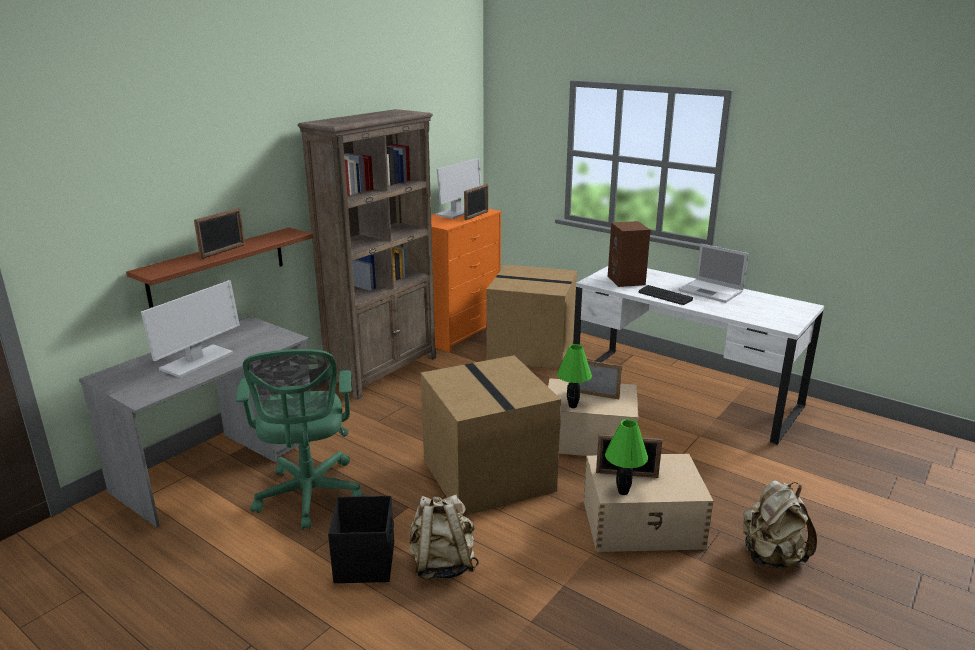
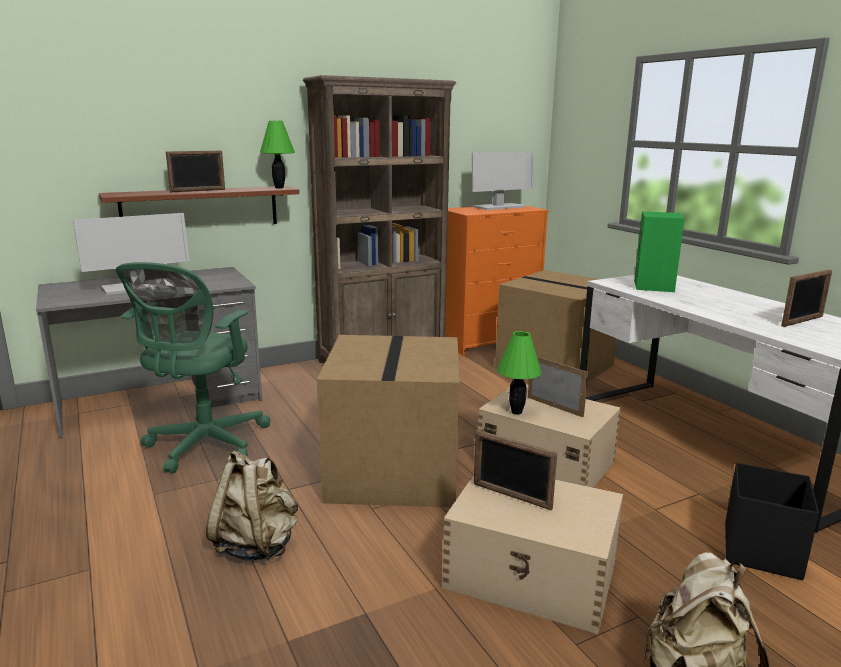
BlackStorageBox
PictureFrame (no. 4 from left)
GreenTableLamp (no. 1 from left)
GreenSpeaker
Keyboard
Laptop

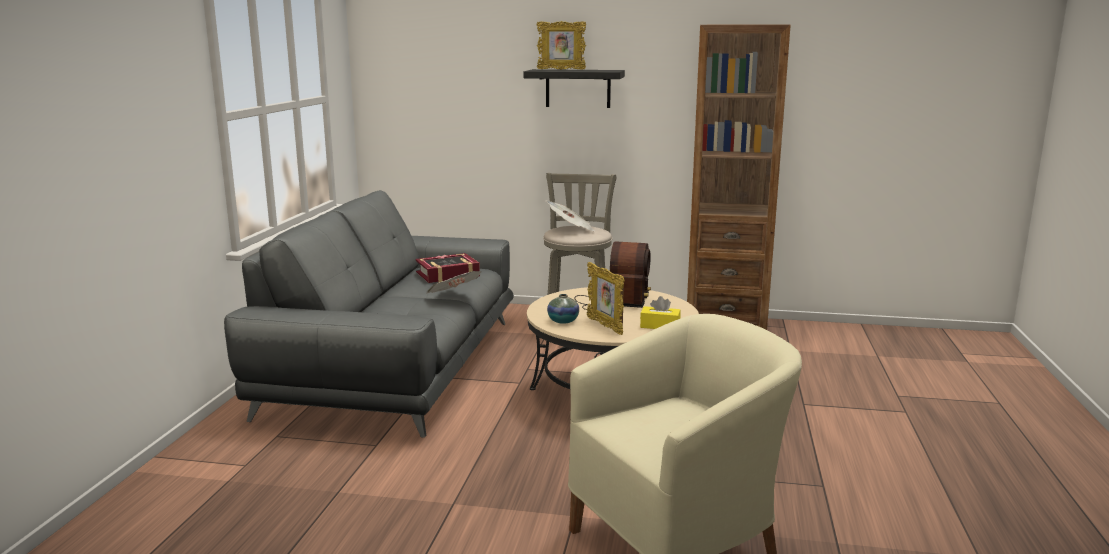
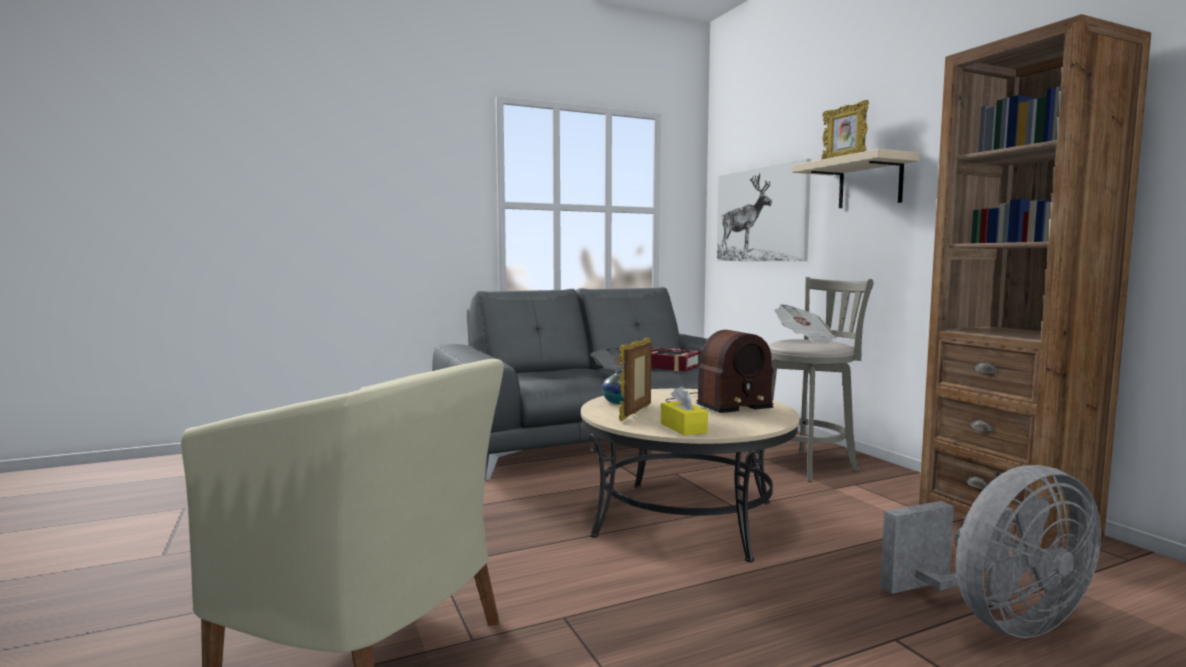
BeigeShelf
Picture
GreyFan

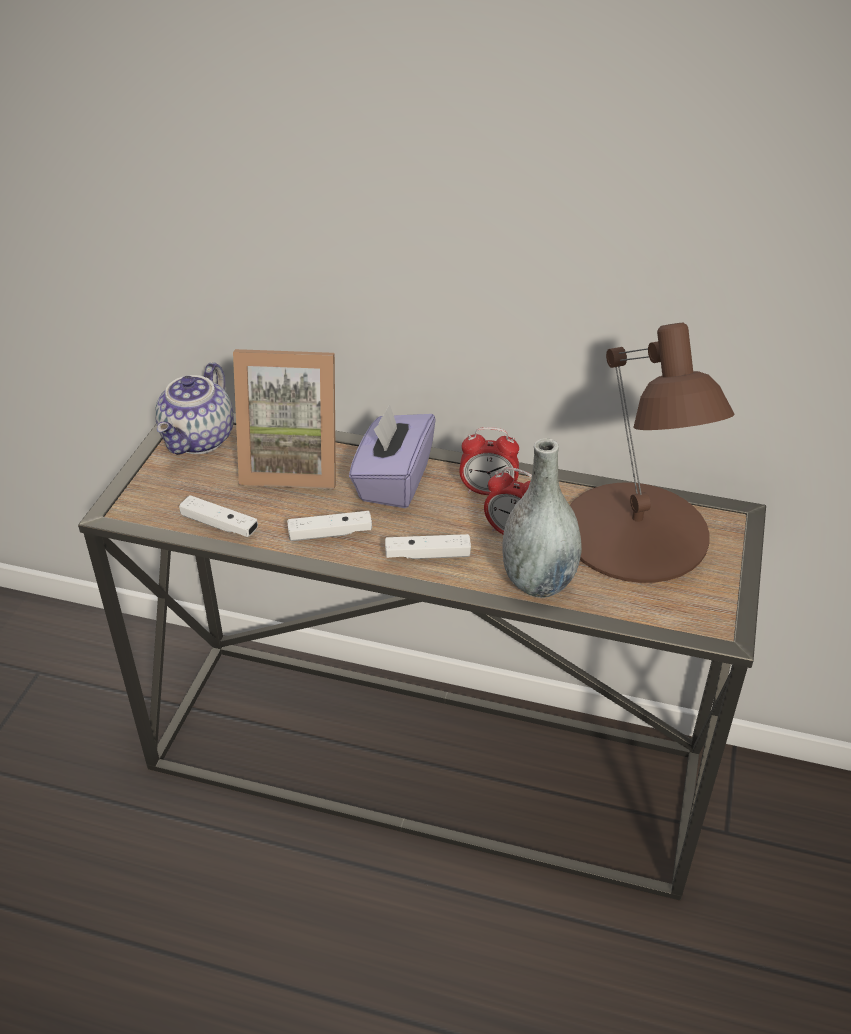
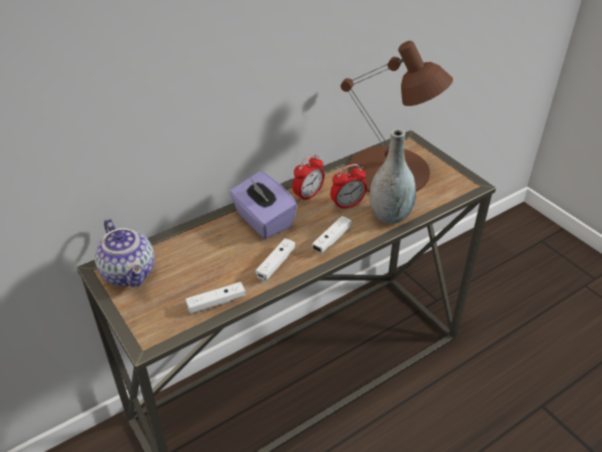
PictureFrame

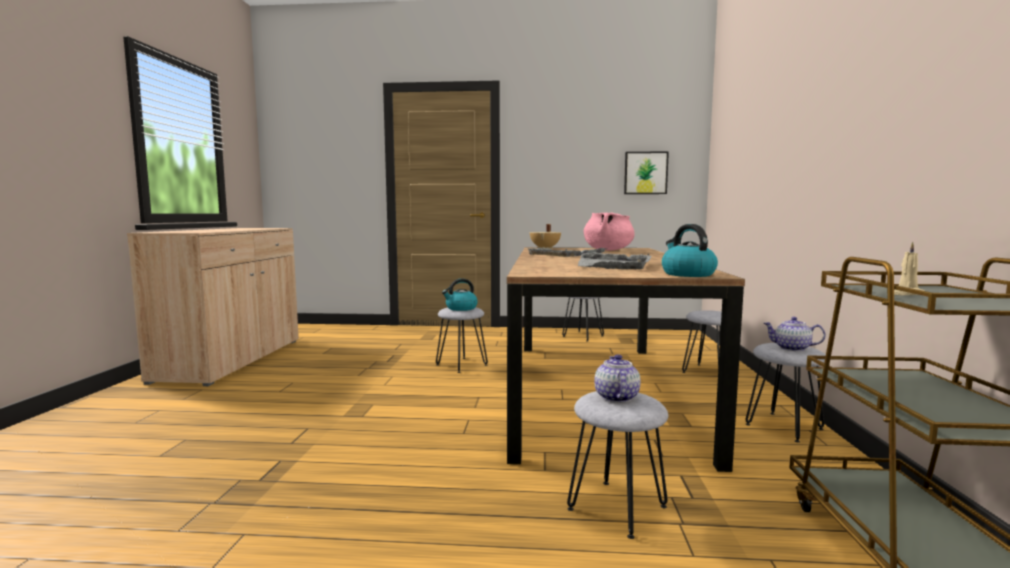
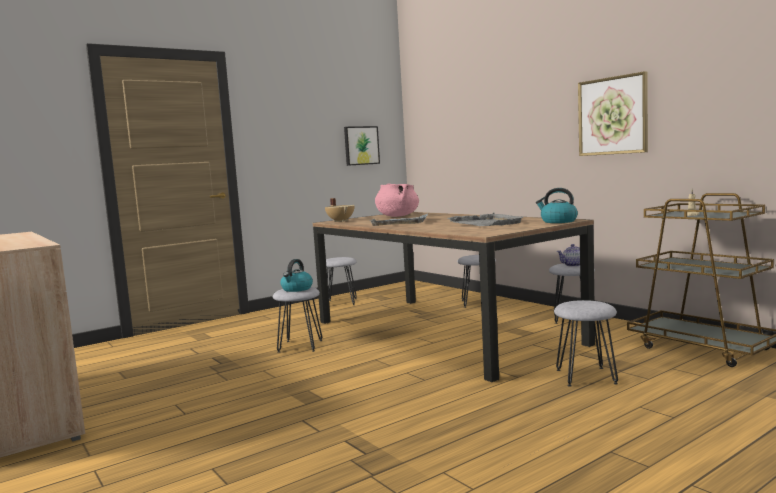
Teapot (no. 1 from left in the first image)
Picture (no. 2 from left)

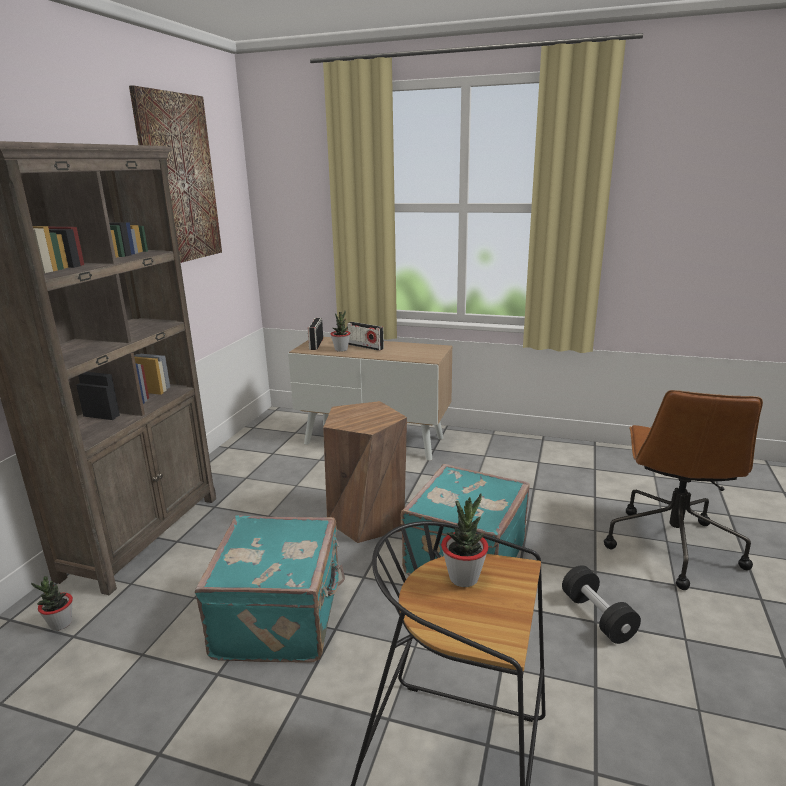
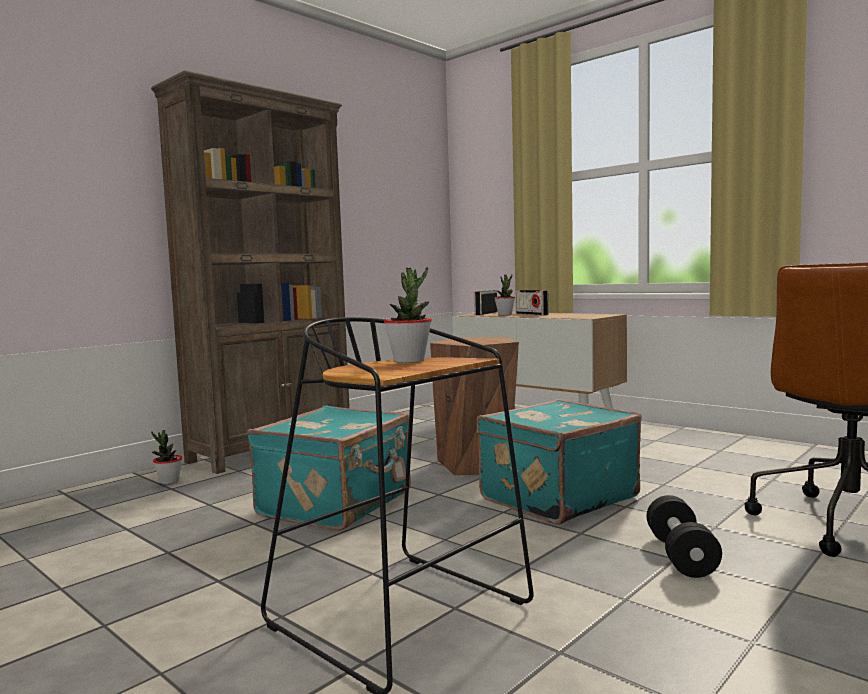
Picture

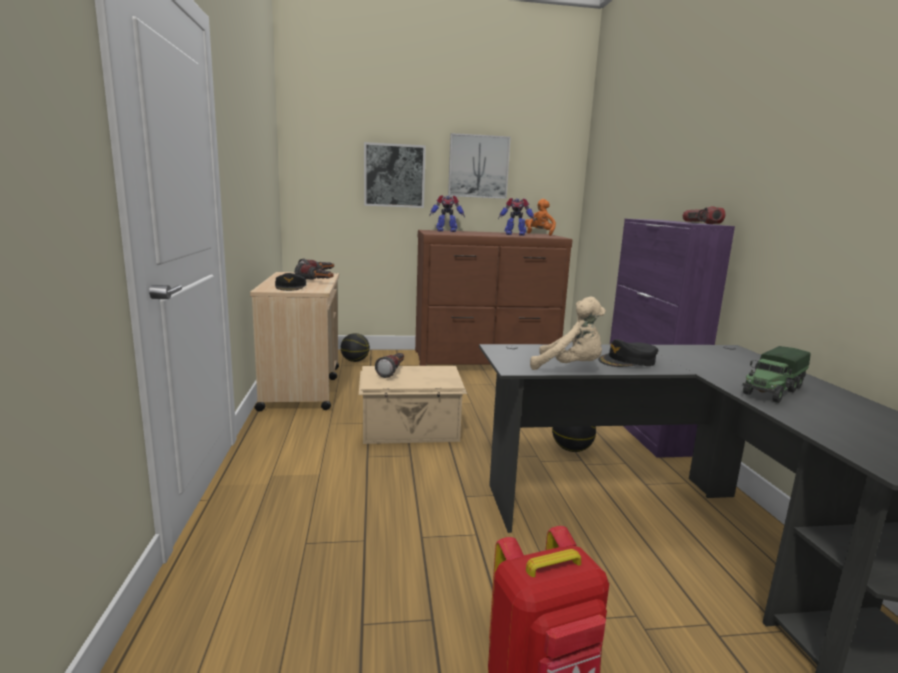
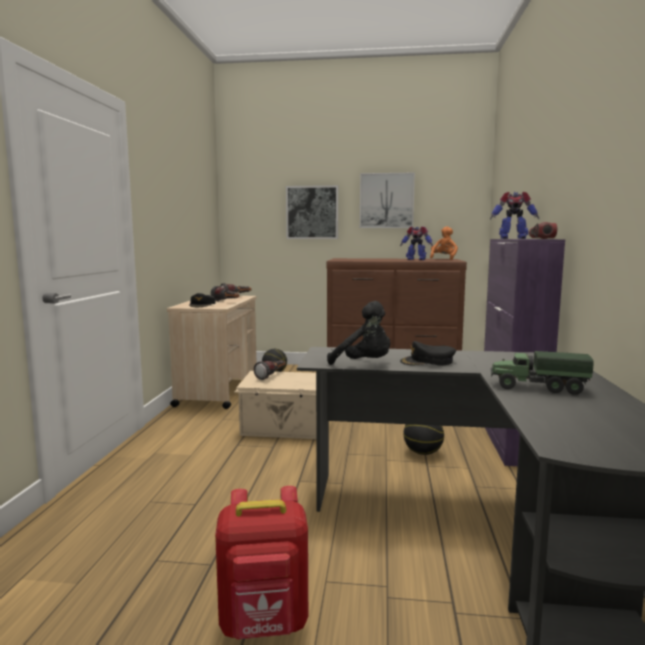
ToyRobot (no. 2 from left)
BlackPlushToy
ToyTruck

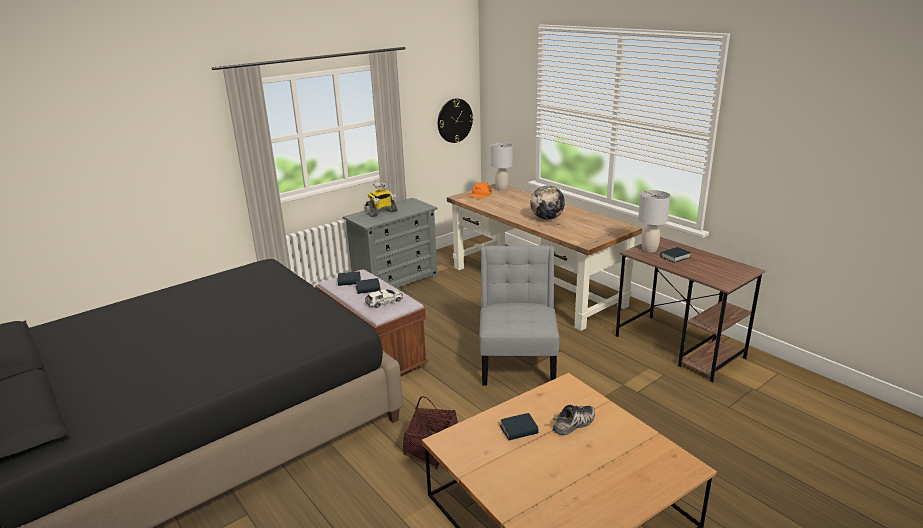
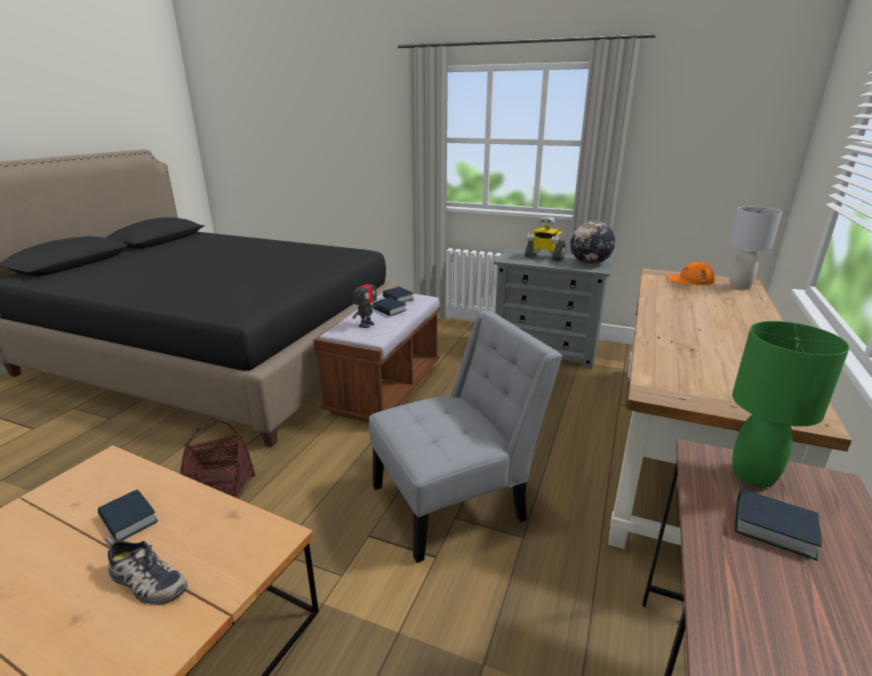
ToyRobot (no. 1 from left)
WallClock
Globe
GreenTableLamp

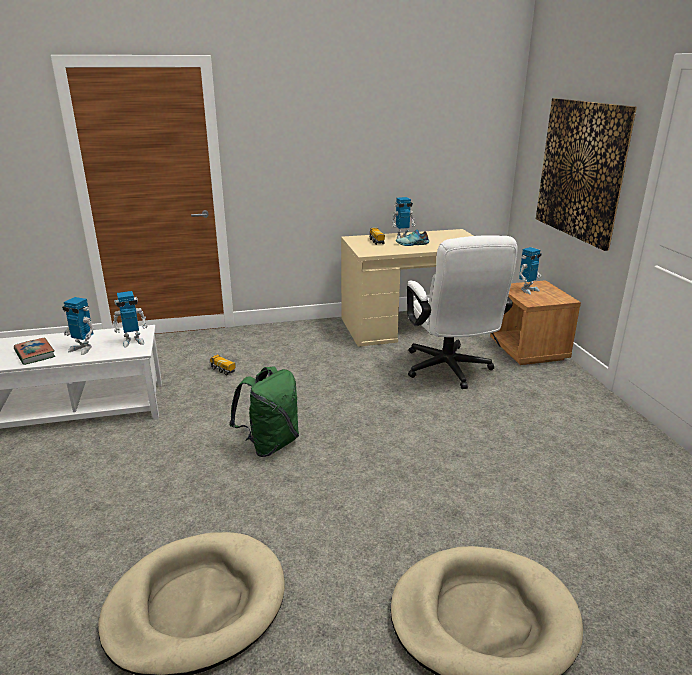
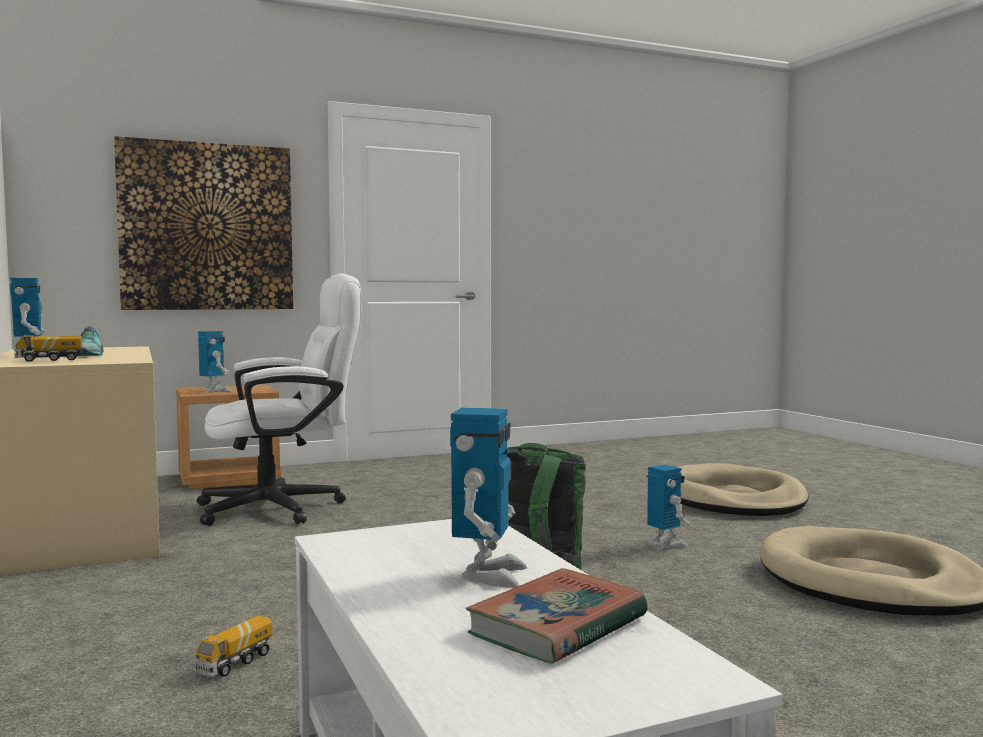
ToyRobot (no. 4 from left)

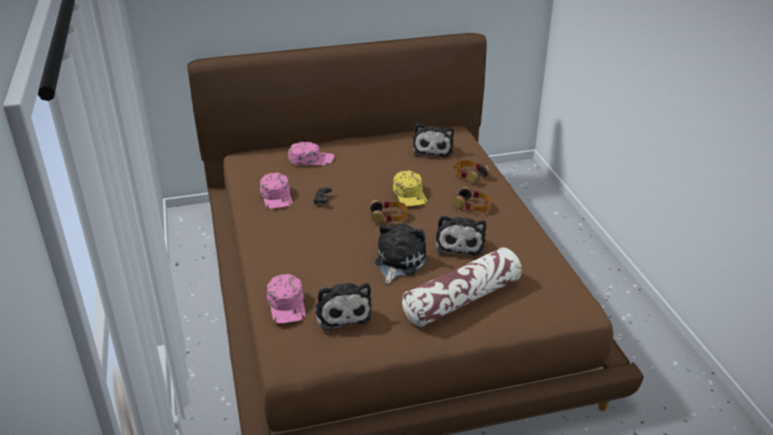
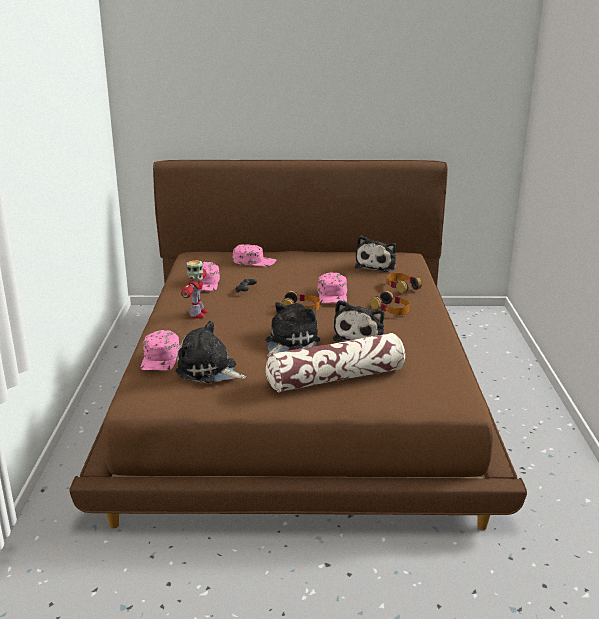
PlushToy (no. 1 from left)
PinkCap (no. 4 from left)
ToyRobot

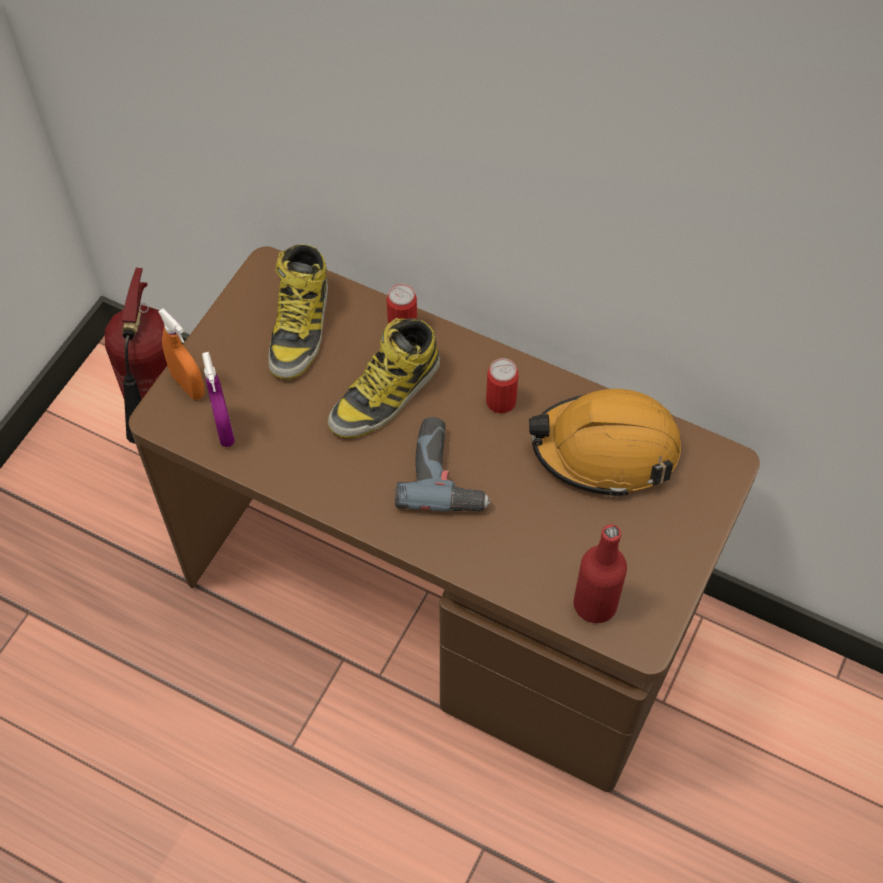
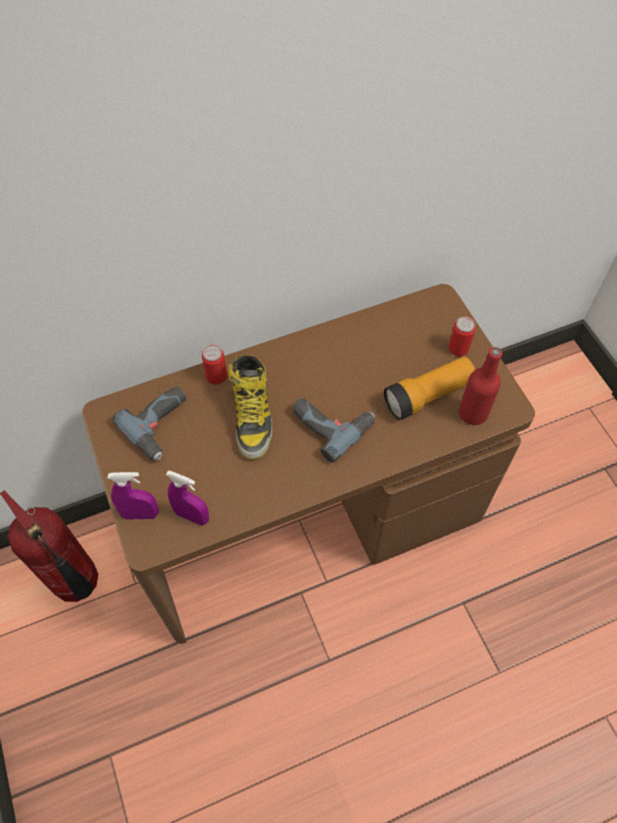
PurpleSprayBottle (no. 1 from left)
PowerDrill (no. 1 from left)
Can (no. 2 from left)
OrangeHardHat
Flashlight

